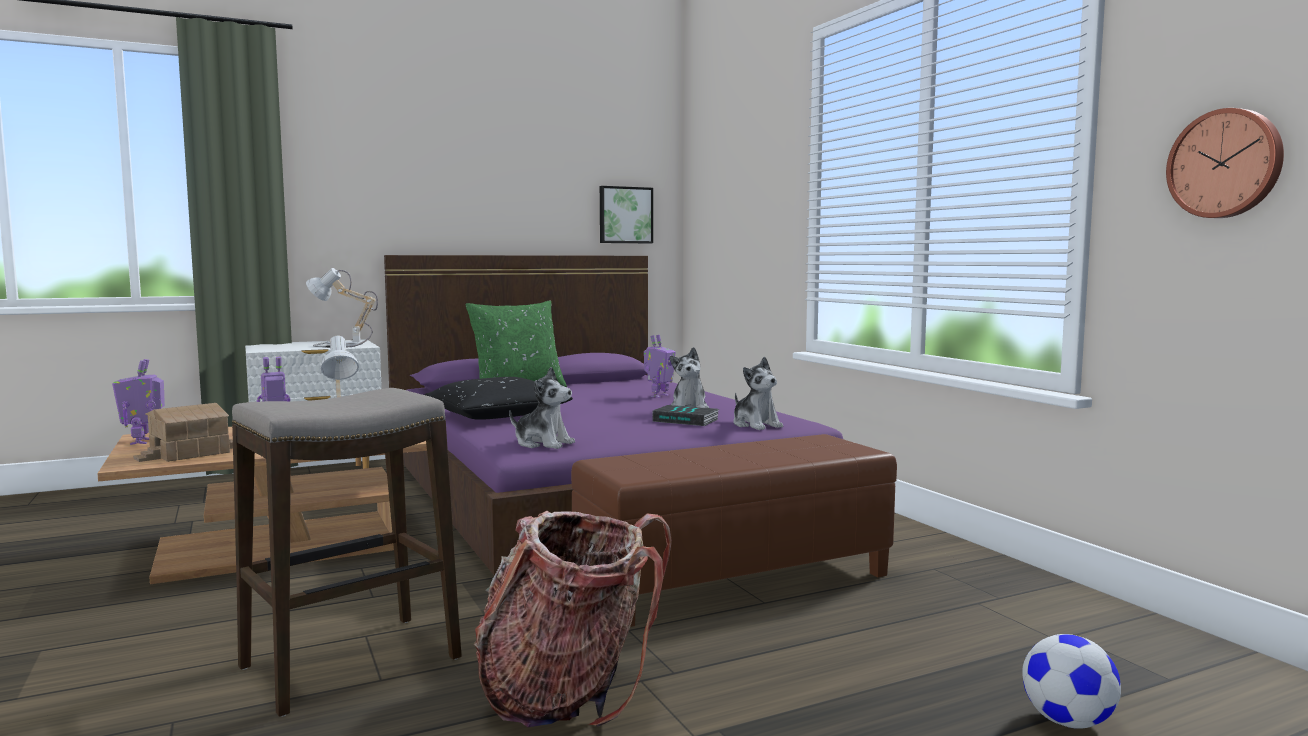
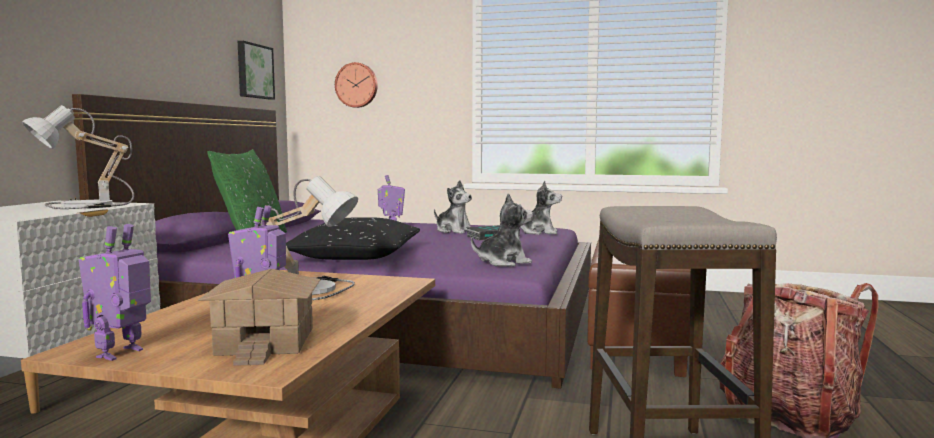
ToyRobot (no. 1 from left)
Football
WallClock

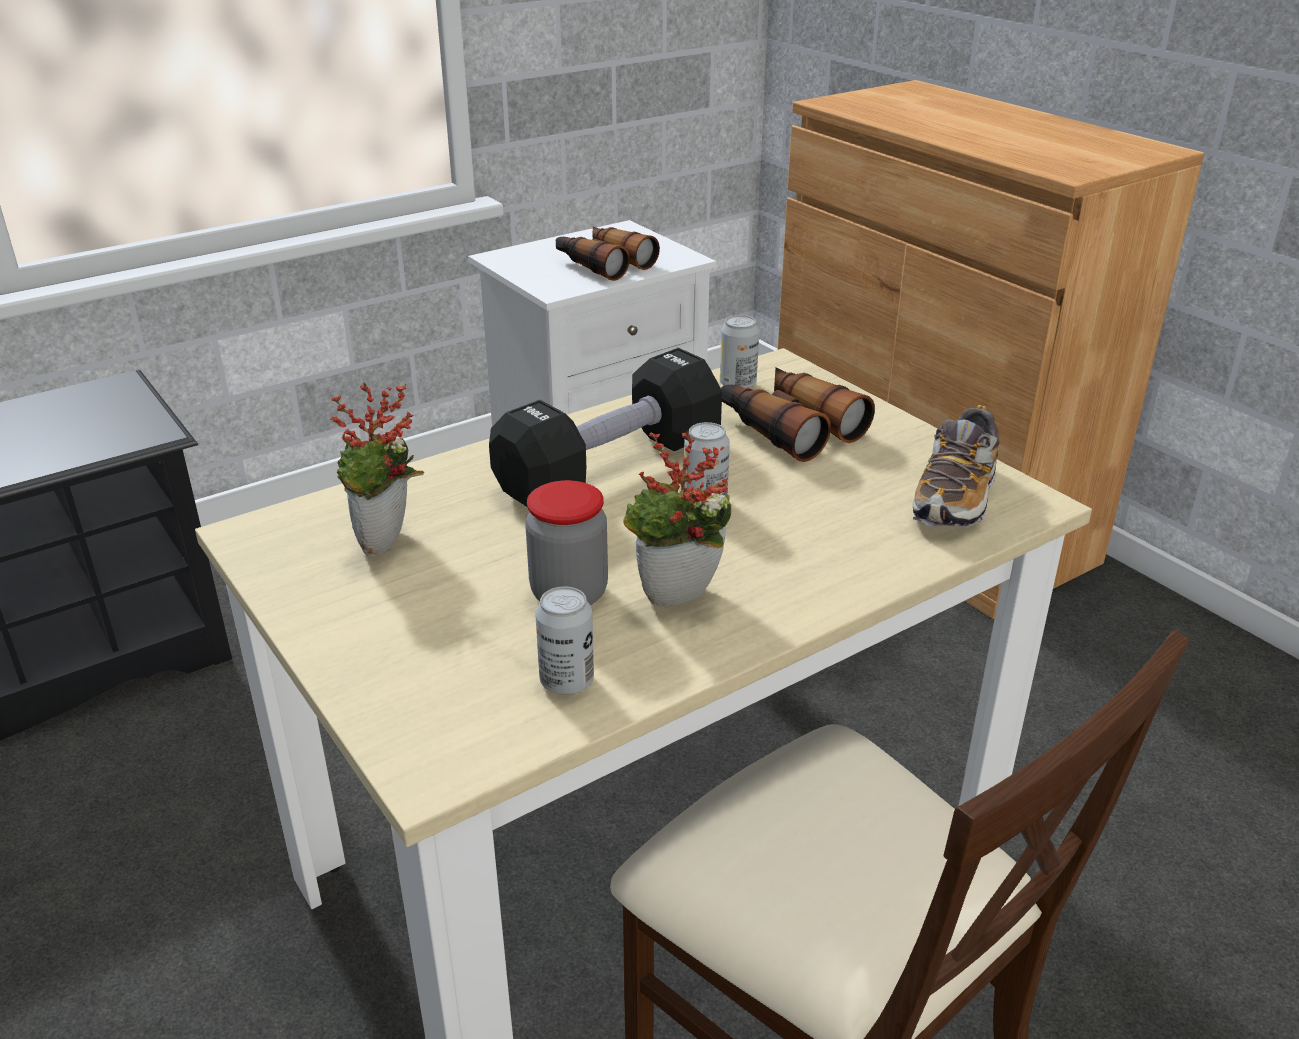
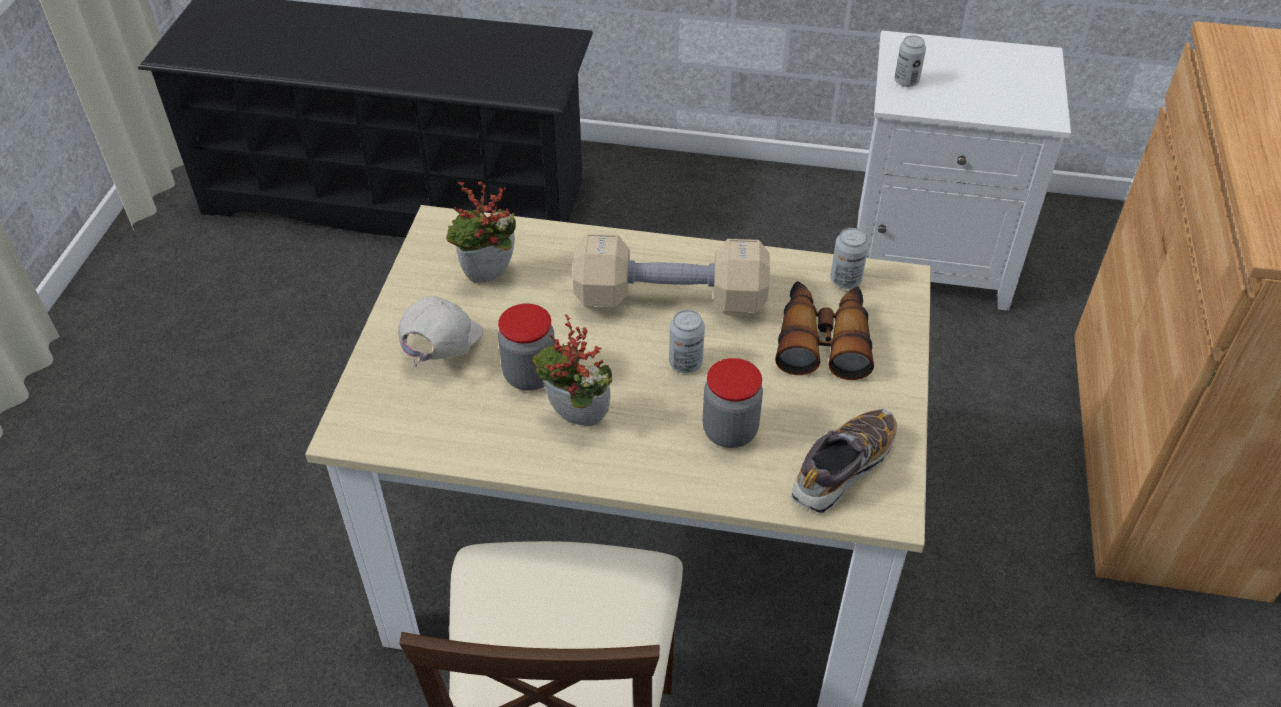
BeigeDumbbell
Can (no. 3 from left)
Binoculars (no. 1 from left in the first image)
Shoe
WhiteCap
Jar (no. 2 from left)

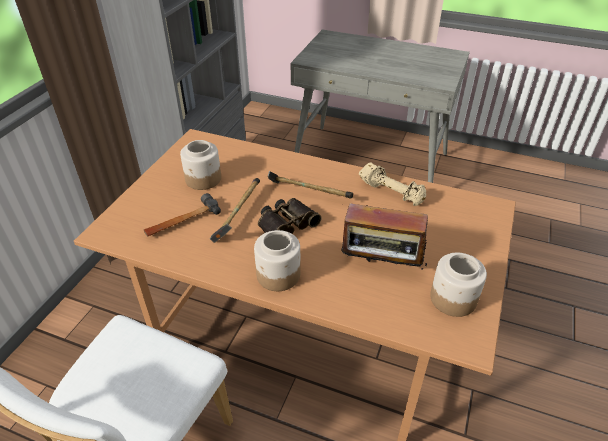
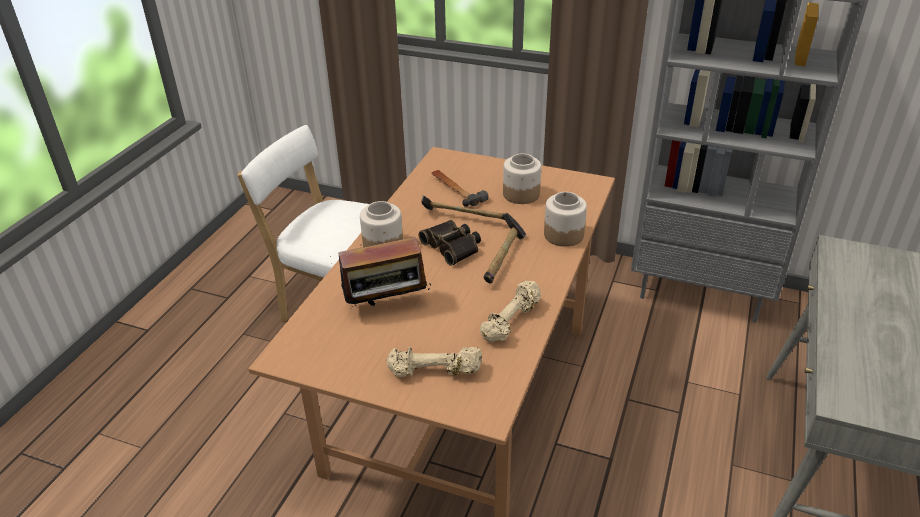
Radio
Jar (no. 3 from left)
BeigeDumbbell (no. 1 from left)

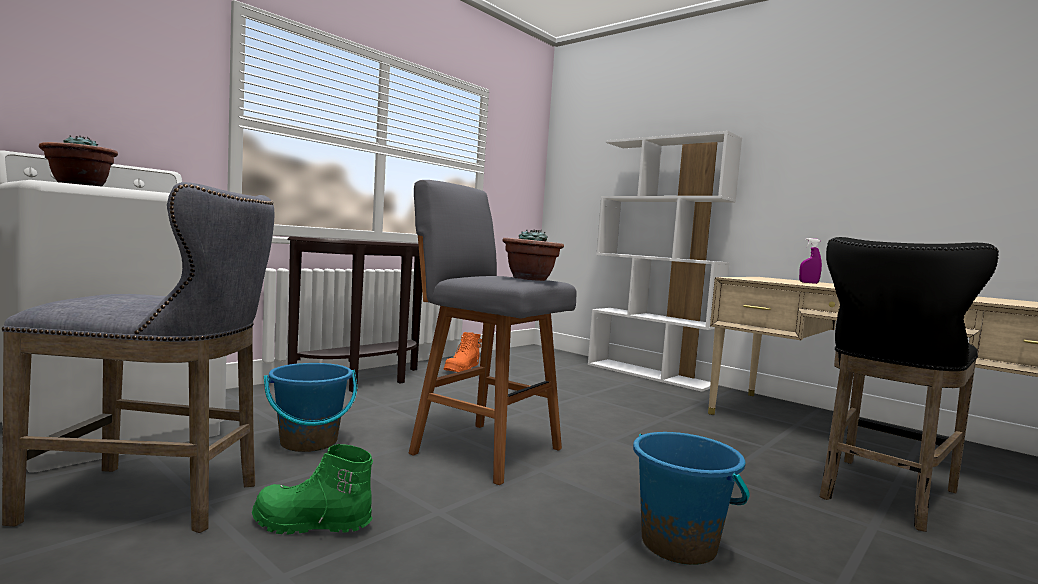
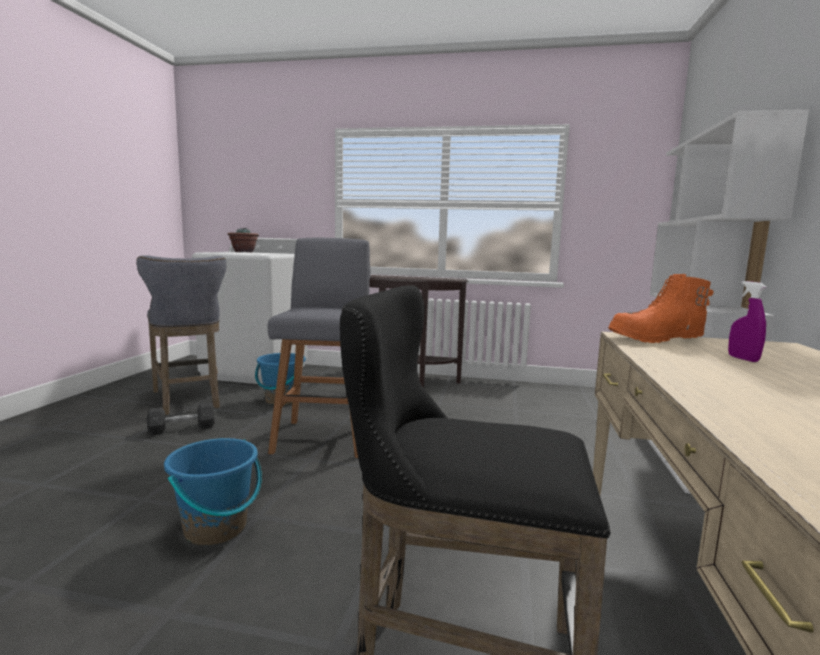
GreyDumbbell
OrangeBoot
PottedPlant (no. 2 from left in the first image)

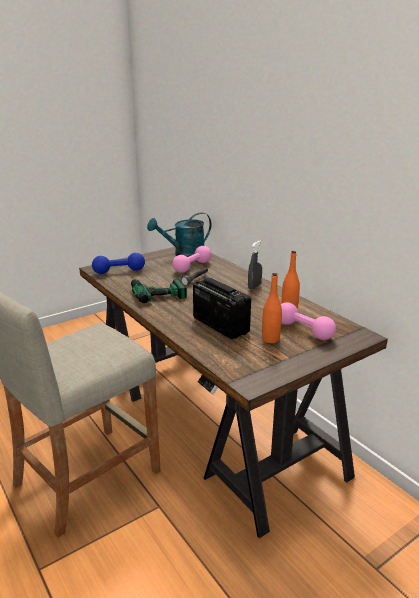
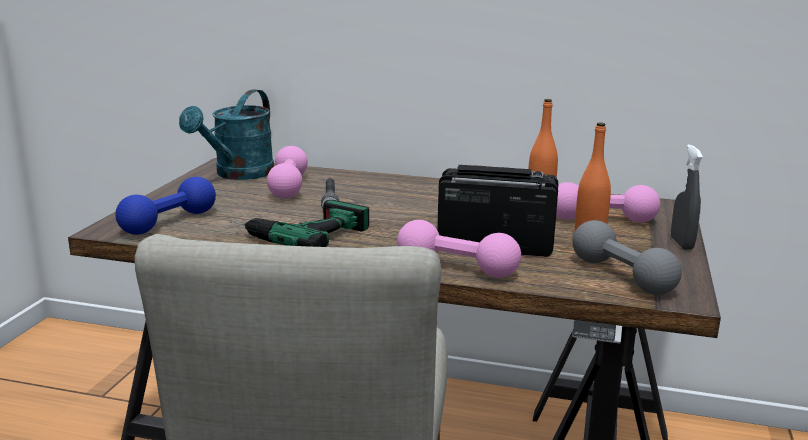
GreySprayBottle
PinkDumbbell (no. 2 from left)
GreyDumbbell

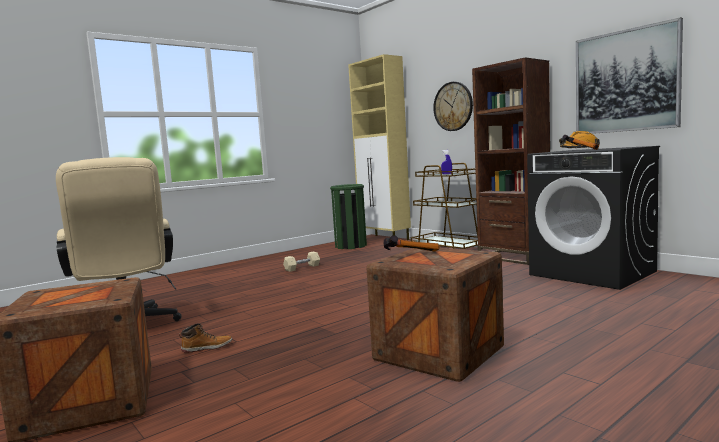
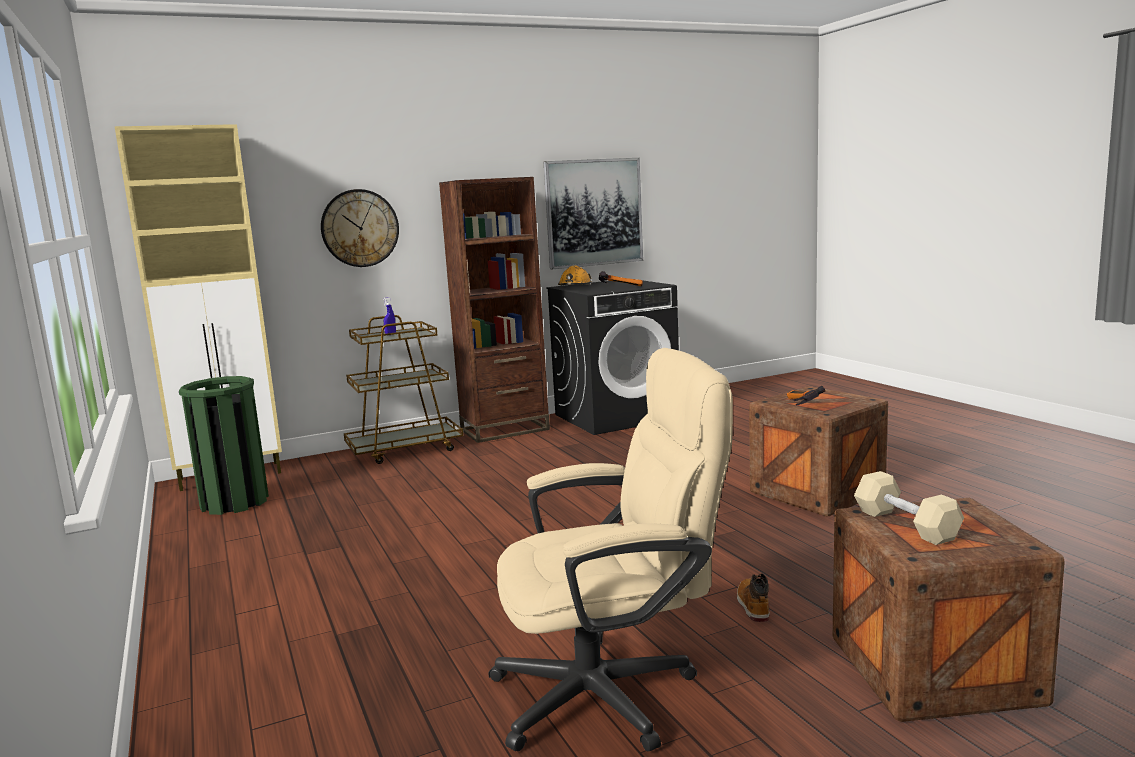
BeigeDumbbell

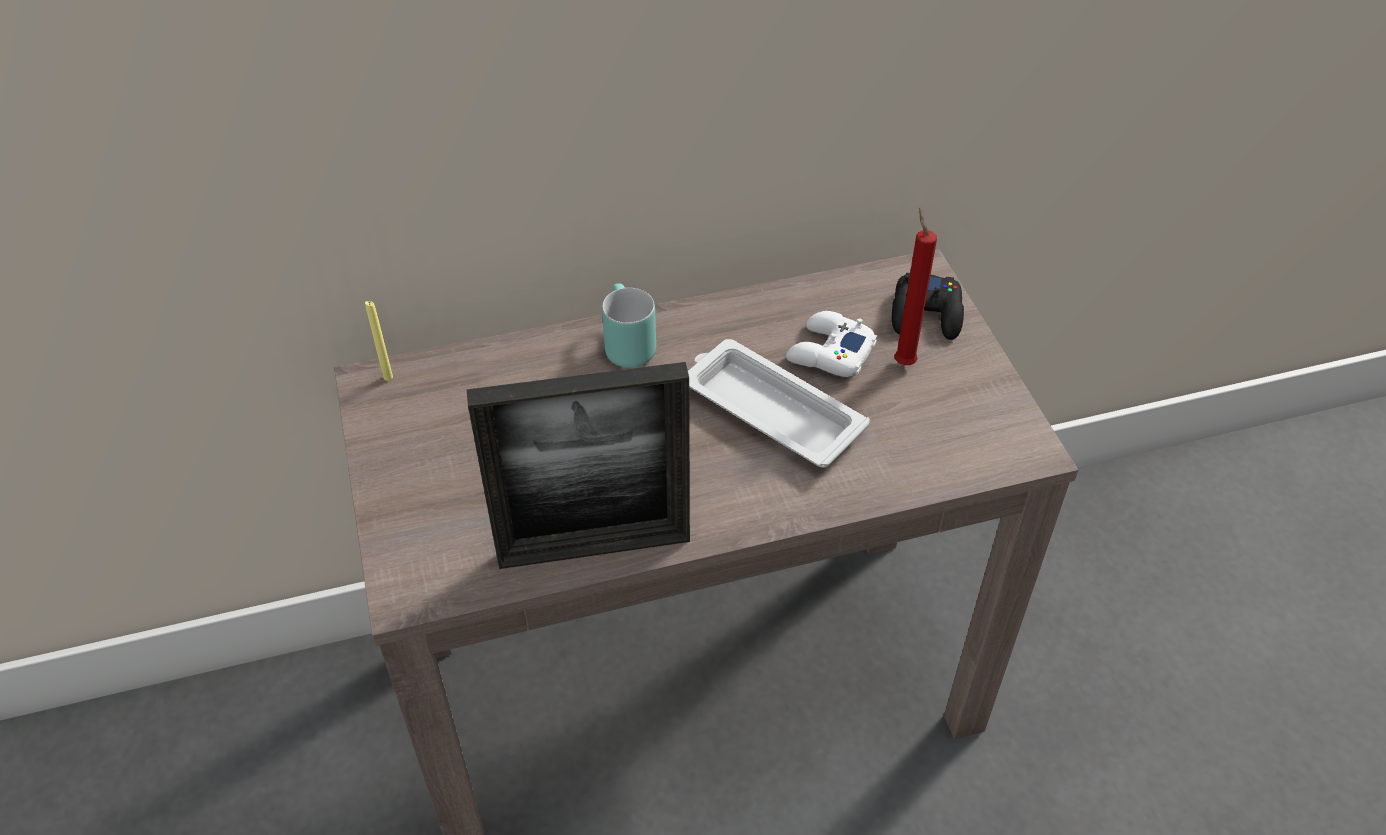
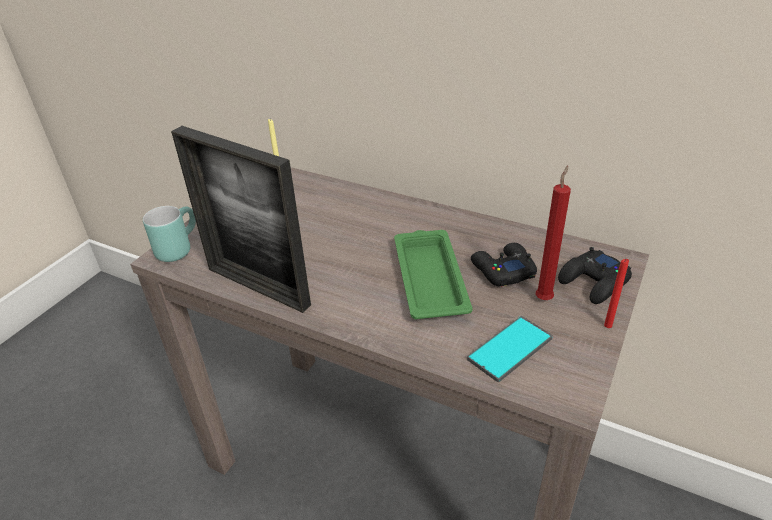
TurquoiseMug
GreenTray
BlackGameController (no. 1 from left)
Phone
RedCandle (no. 2 from left)

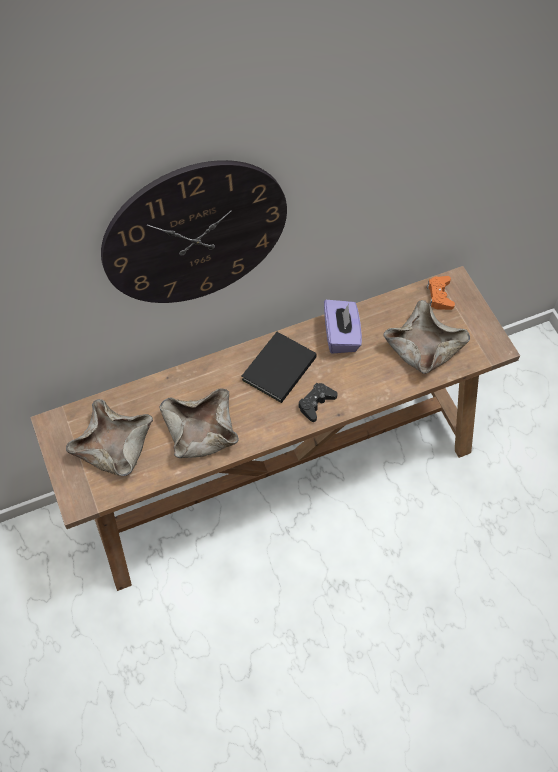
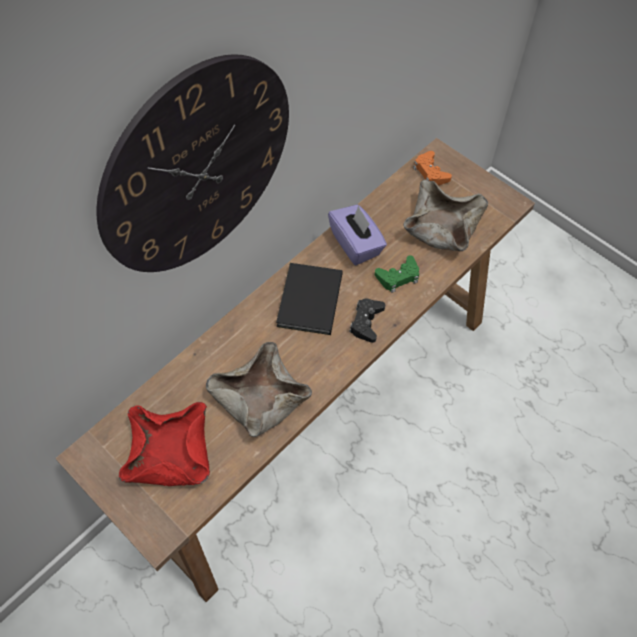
RedBowl
GreenGameController

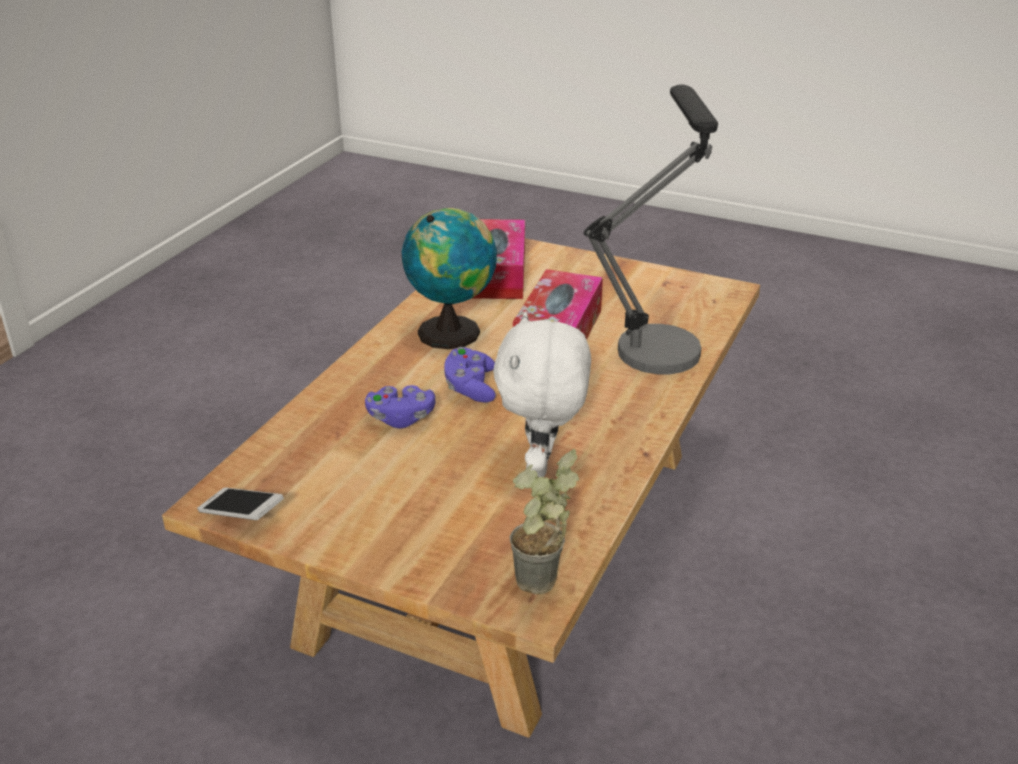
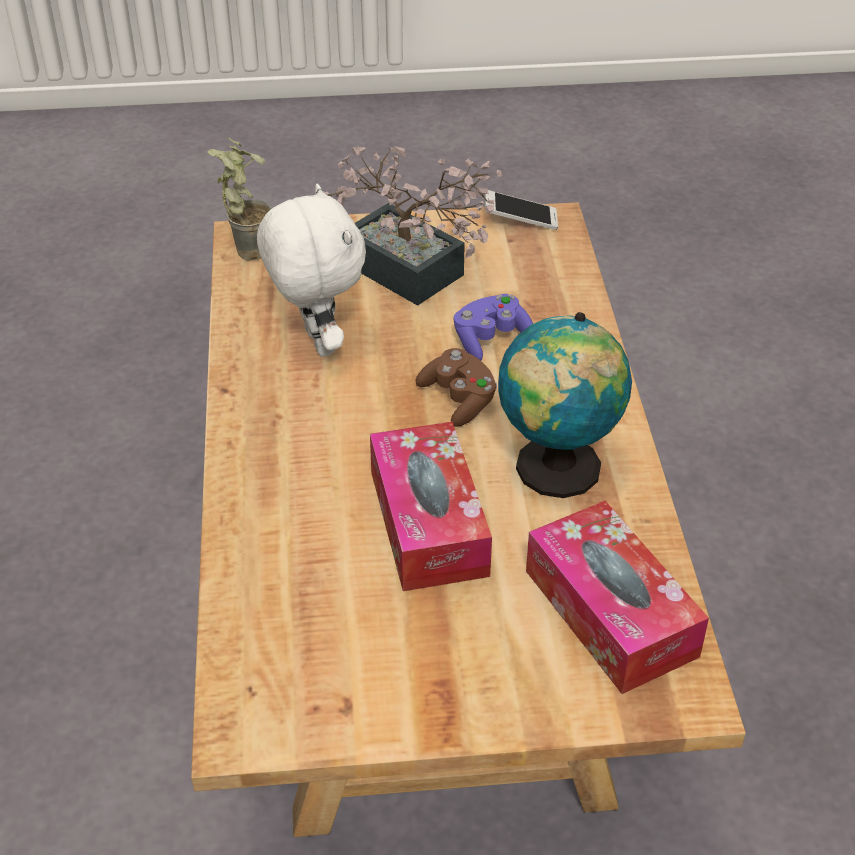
BrownGameController
TableLamp
PottedPlant (no. 2 from left)

